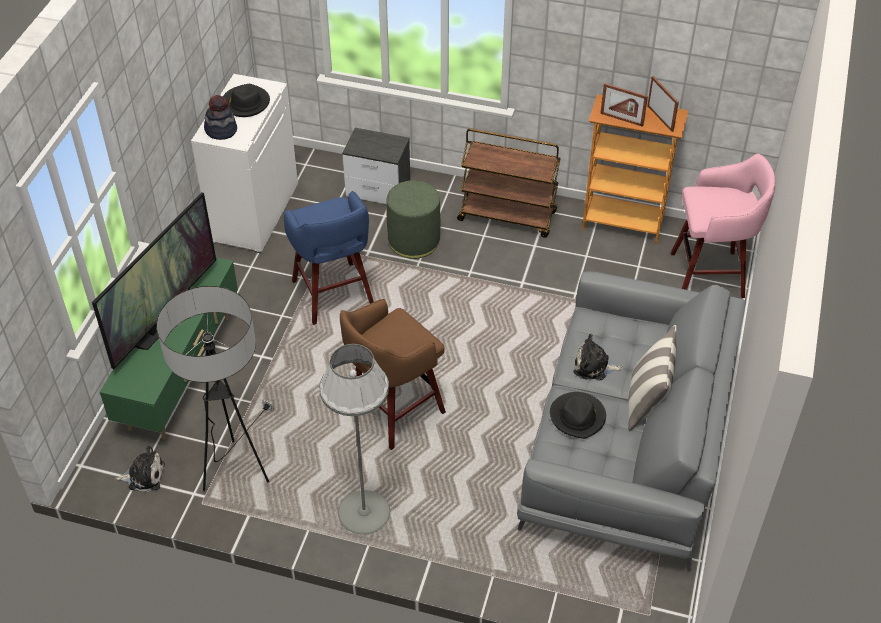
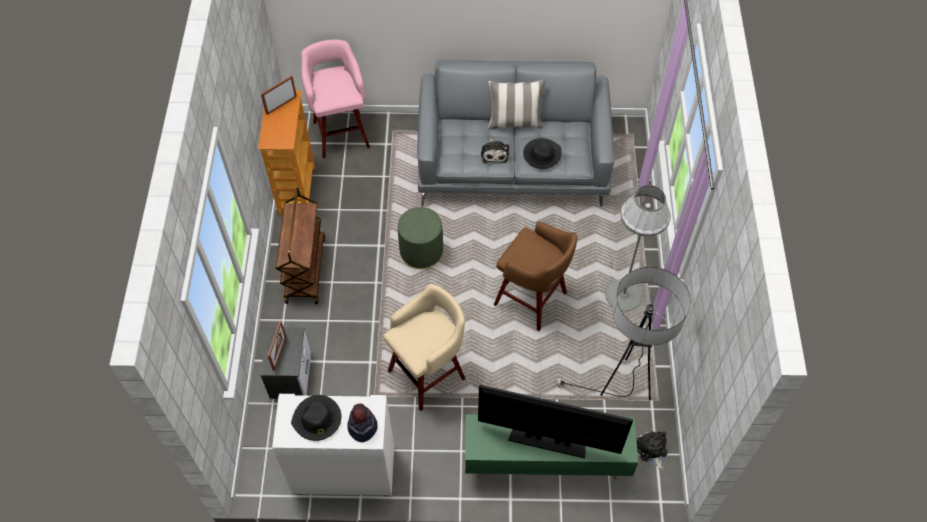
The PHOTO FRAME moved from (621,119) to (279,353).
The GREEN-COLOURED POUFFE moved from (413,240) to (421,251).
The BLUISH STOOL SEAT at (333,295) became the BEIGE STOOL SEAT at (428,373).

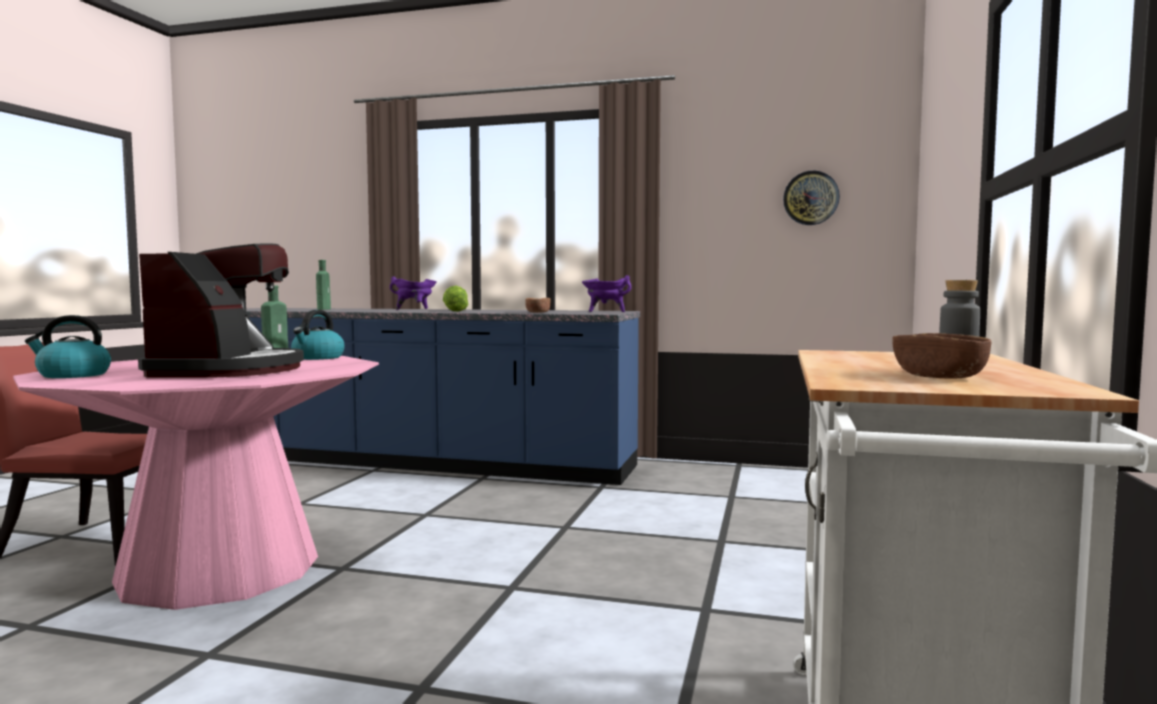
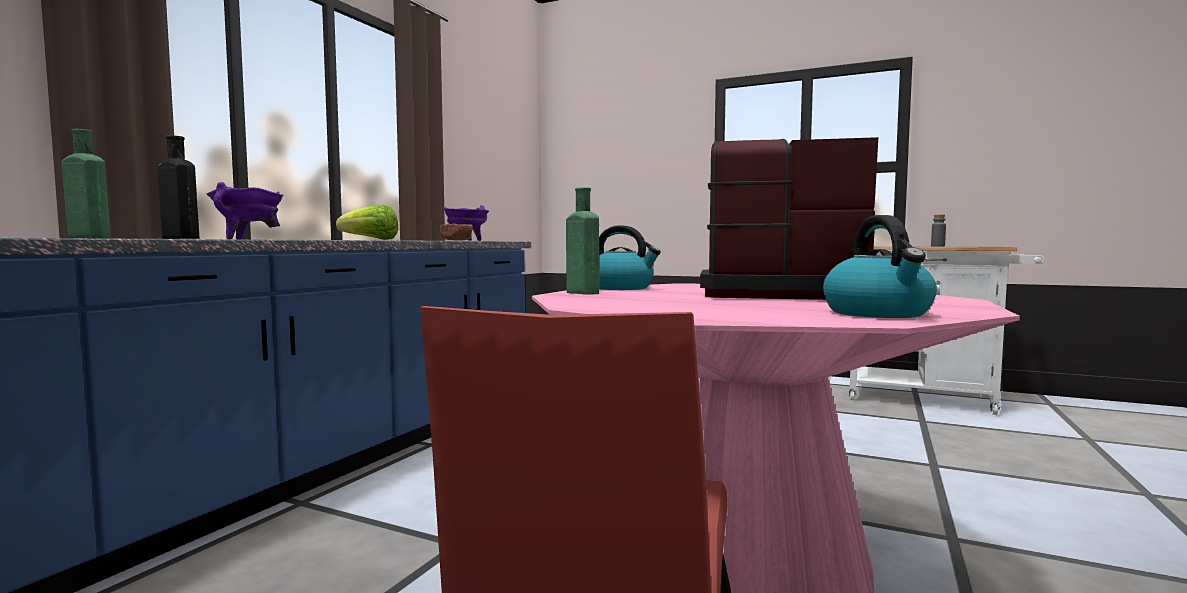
The CLOCK ON THE WALL at (811,198) disappeared.
The BROWN-COLOURED BOWL at (939,377) disappeared.
The BLACK-COLOURED DRINK BOTTLE at (179,238) appeared.

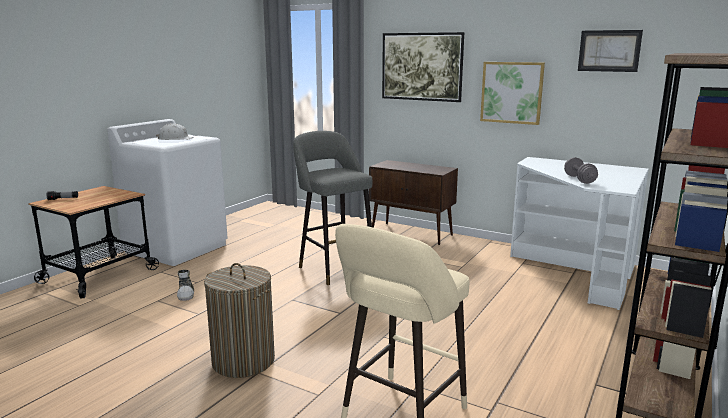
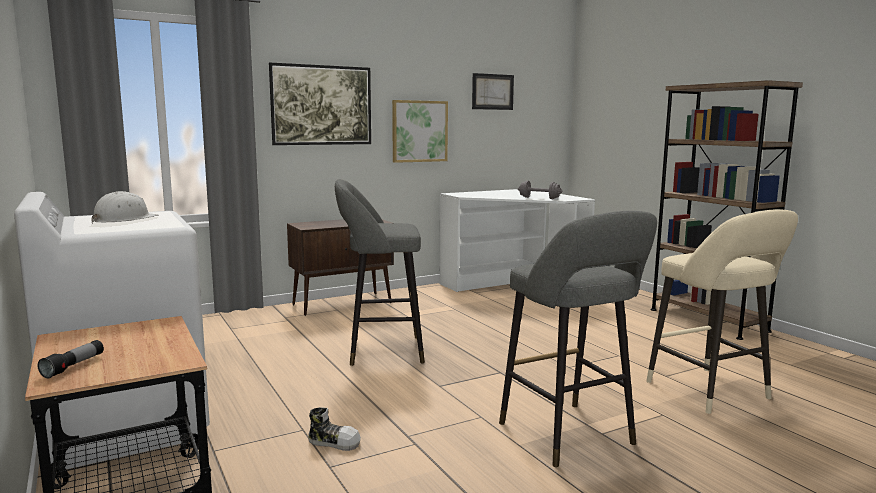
The HAMPER at (243,361) was replaced by the GRAY STOOL SEAT at (570,437).

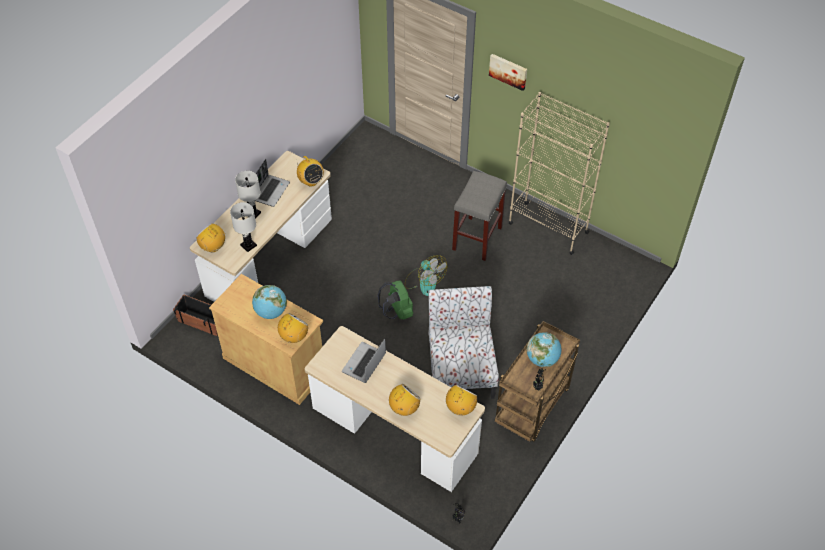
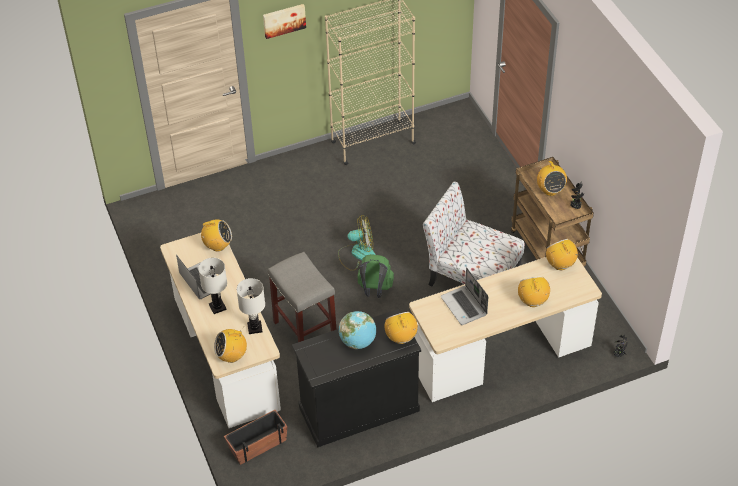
The GRAY STOOL SEAT moved from (477,239) to (306,331).
The BEIGE STORAGE CABINET at (275,364) became the BLACK-COLOURED STORAGE CABINET at (358,409).
The GLOBE at (542,359) was replaced by the RADIO at (550,190).

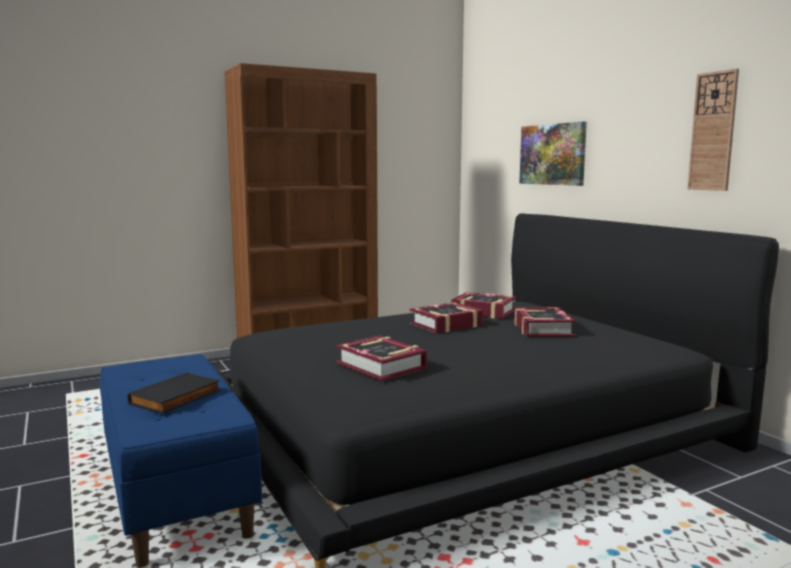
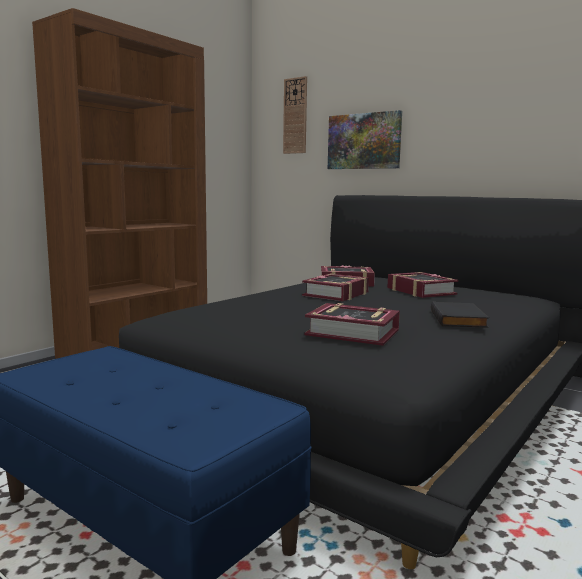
The CLOCK ON THE WALL moved from (713,131) to (295,116).
The BLACK-COLOURED VOLUME moved from (176,398) to (459,319).

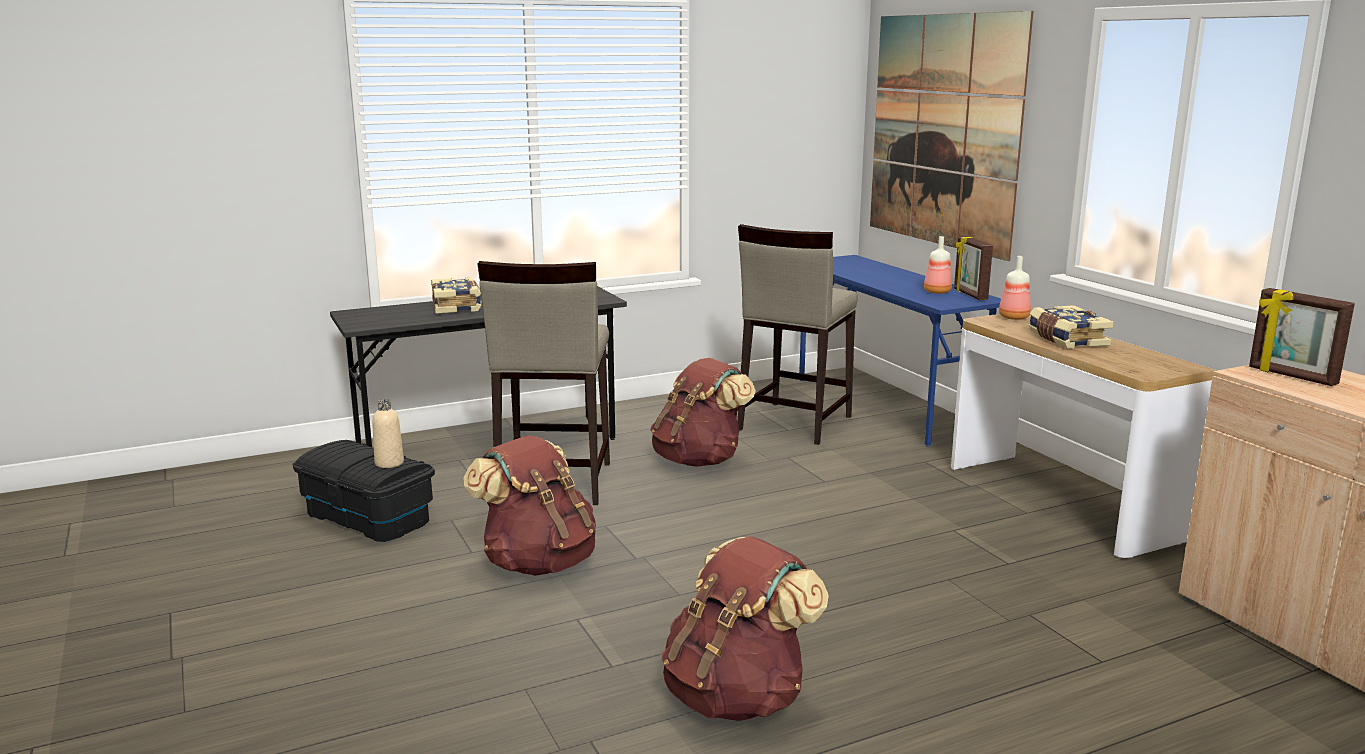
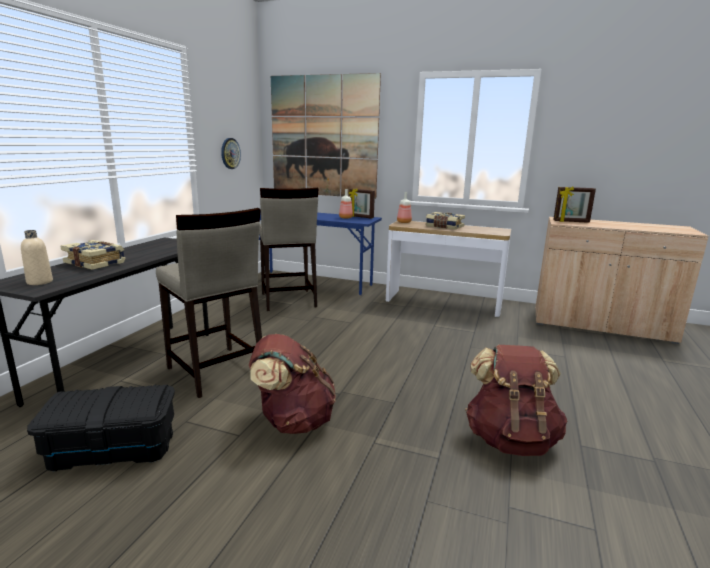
The BROWN-COLOURED BACKPACK at (699,460) disappeared.
The BEIGE DRINK BOTTLE moved from (389,463) to (40,282).
The CLOCK ON THE WALL at (230,153) appeared.

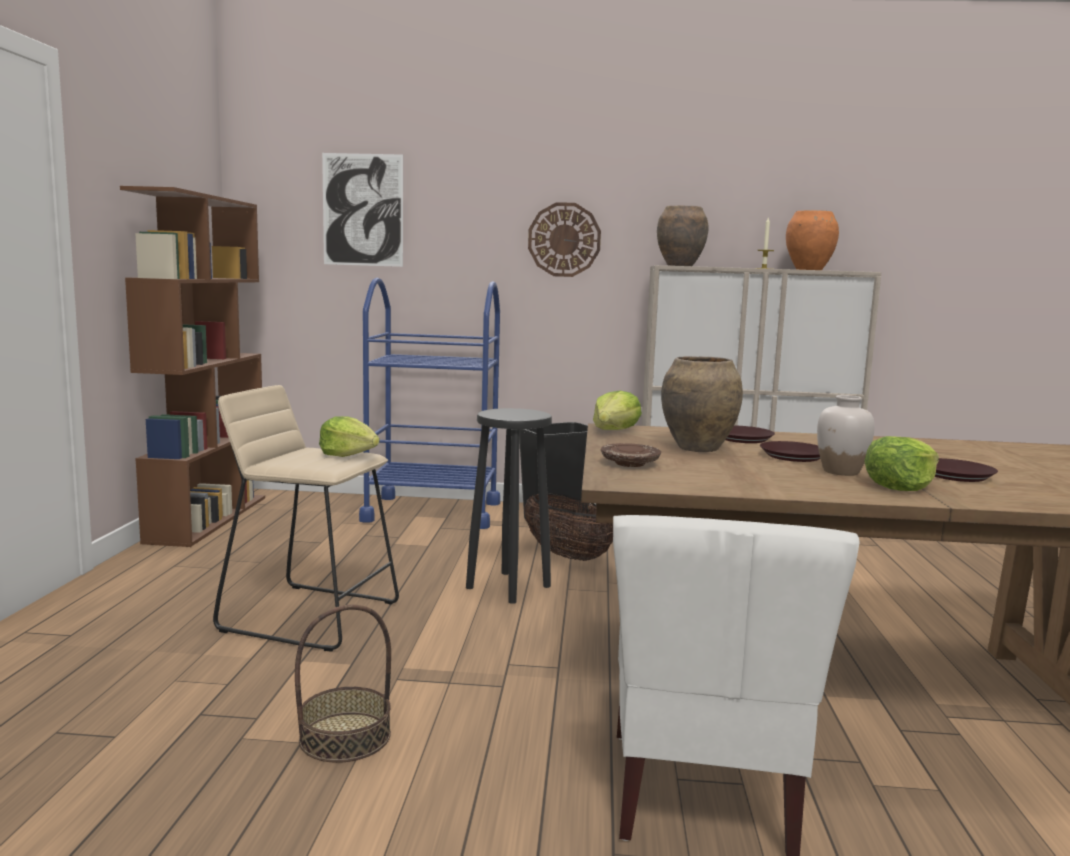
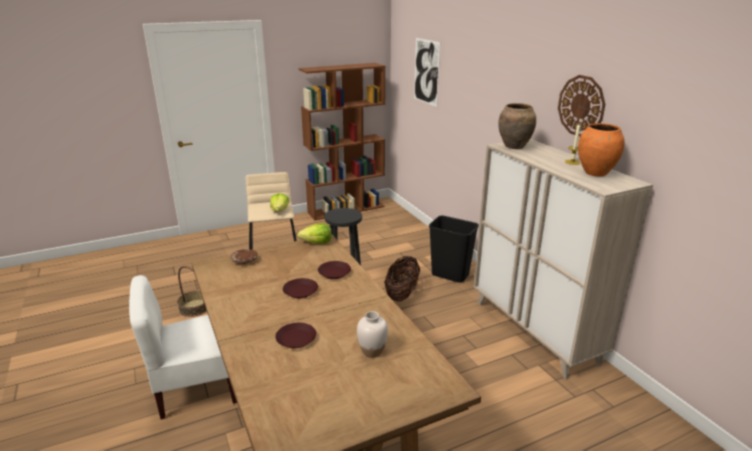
The CLOCK ON THE WALL moved from (564,240) to (581,106).
The BLUISH WHEELED CART at (432,512) disappeared.
The BROWN-COLOURED FLOWER VASE at (698,448) disappeared.
The WHITISH FLOWER VASE moved from (840,472) to (372,351).
The HEAD OF LETTUCE at (900,486) disappeared.

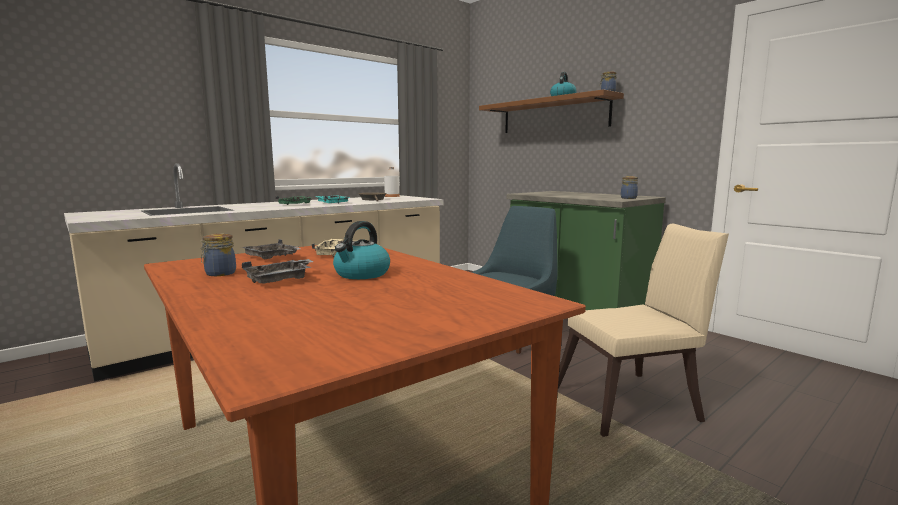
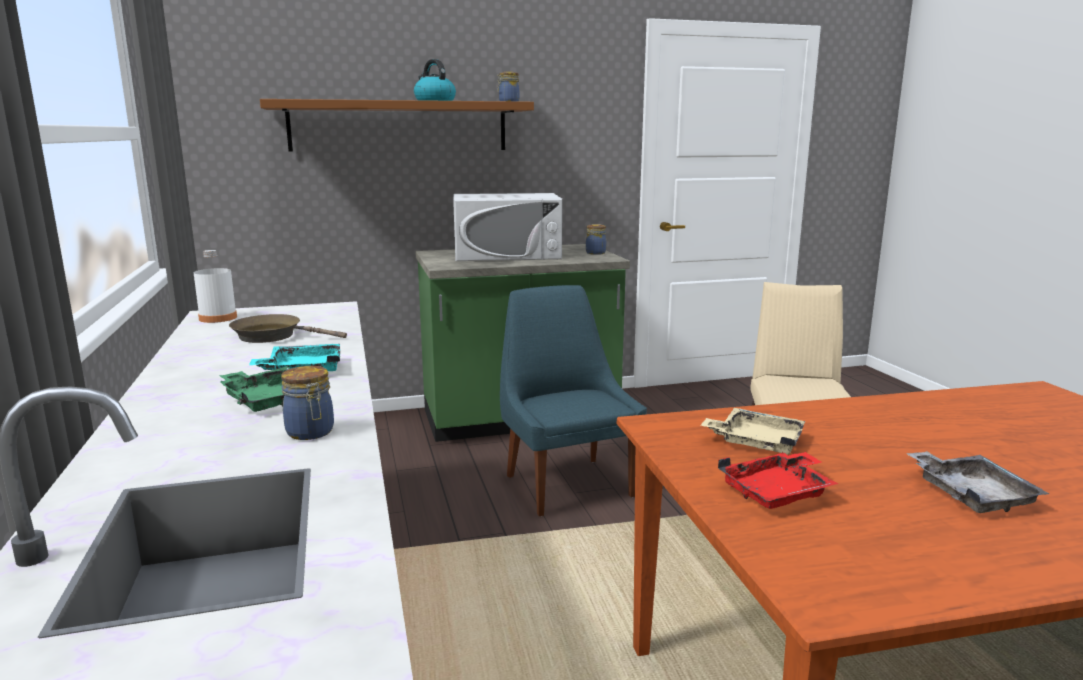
The TEA KETTLE at (361,274) disappeared.
The PRESERVE JAR moved from (219,274) to (310,433).
The GRAY SERVING TRAY at (272,257) became the RED SERVING TRAY at (778,493).
The WHITISH MICROWAVE at (507,254) appeared.

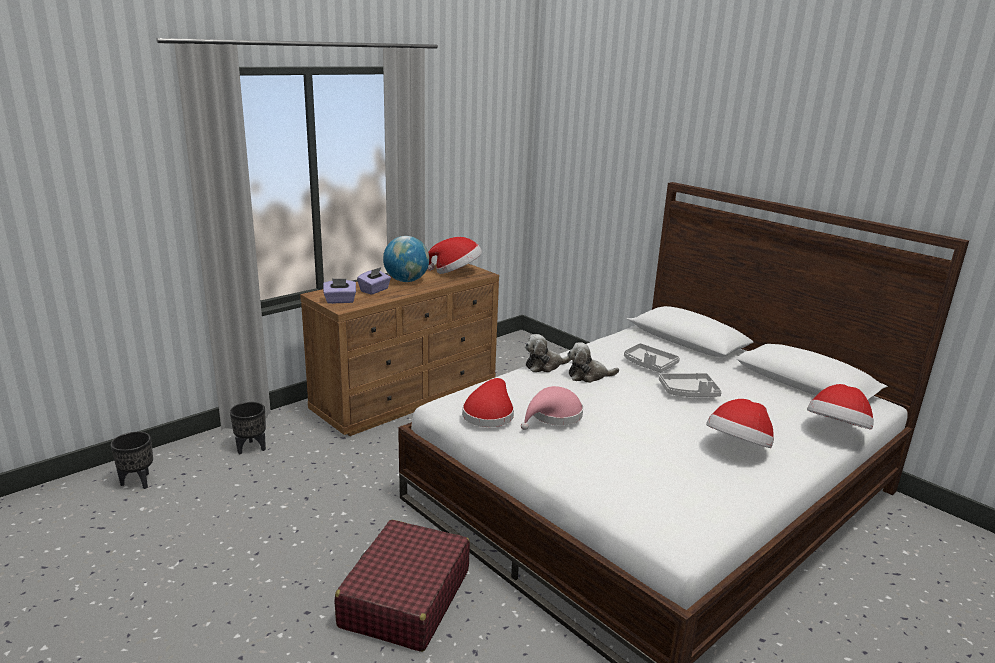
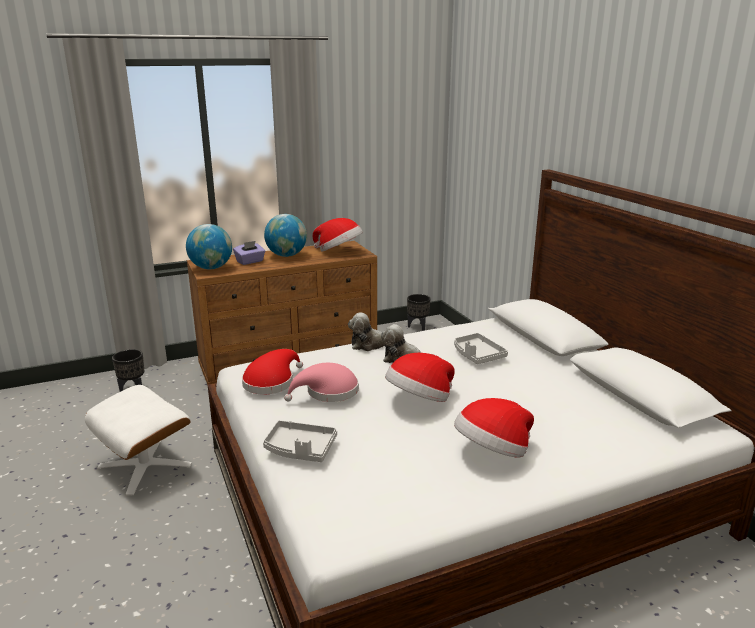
The PURPLISH TISSUE BOX at (340,301) was replaced by the GLOBE at (211,268).
The GRAY SERVING TRAY moved from (688,392) to (300,449).
The WEARABLE HAT moved from (836,431) to (419,400).
The BLACK-COLOURED FLOWER POT moved from (137,482) to (417,326).
The RED SUITCASE at (405,598) disappeared.
The WHITISH POUFFE at (145,466) appeared.

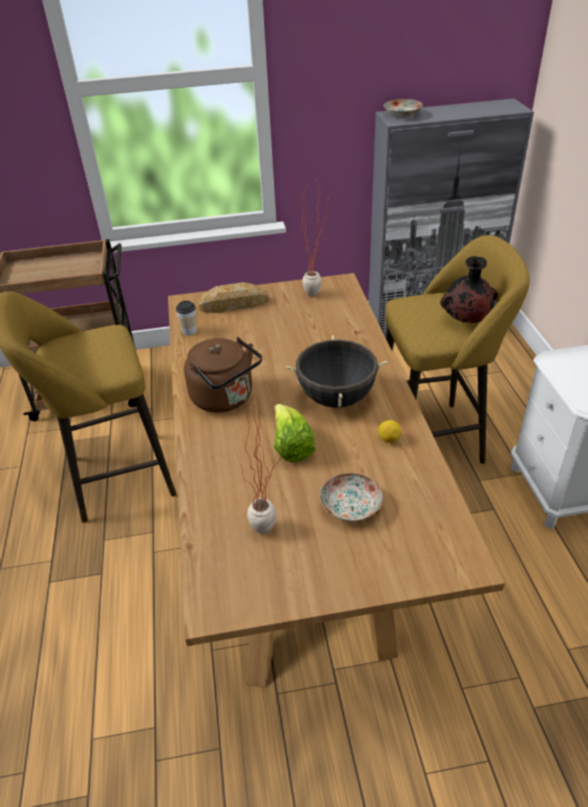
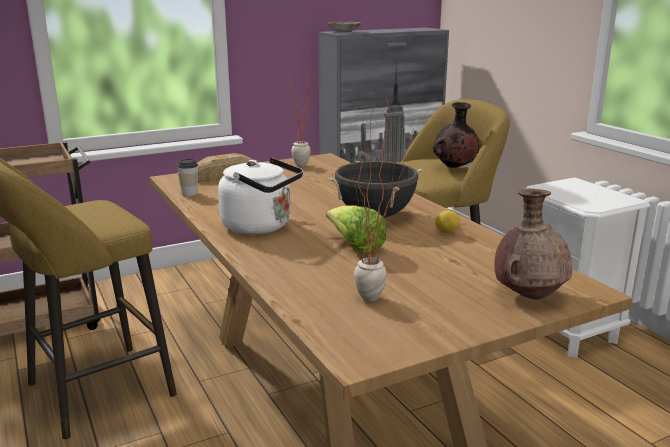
The BROWN-COLOURED TEA KETTLE at (225,398) became the WHITISH TEA KETTLE at (261,227).
The PLATE at (351,506) disappeared.
The BROWN-COLOURED FLOWER VASE at (529,296) appeared.

